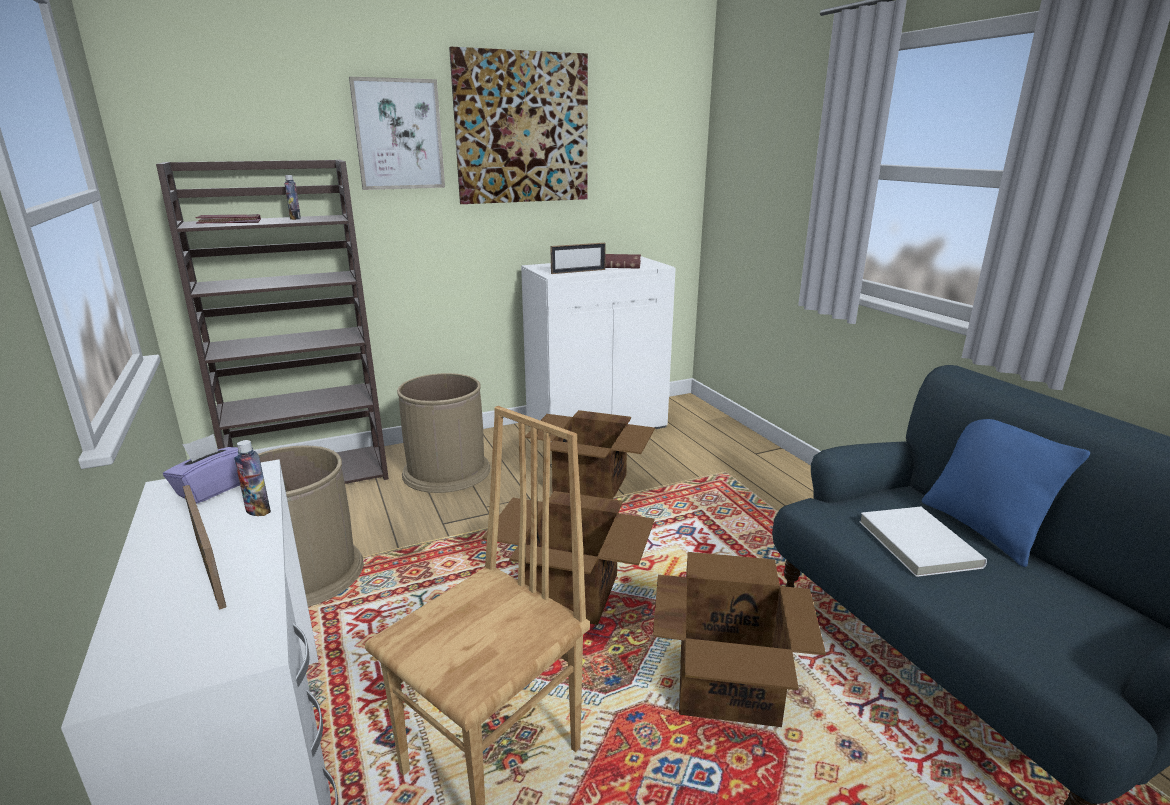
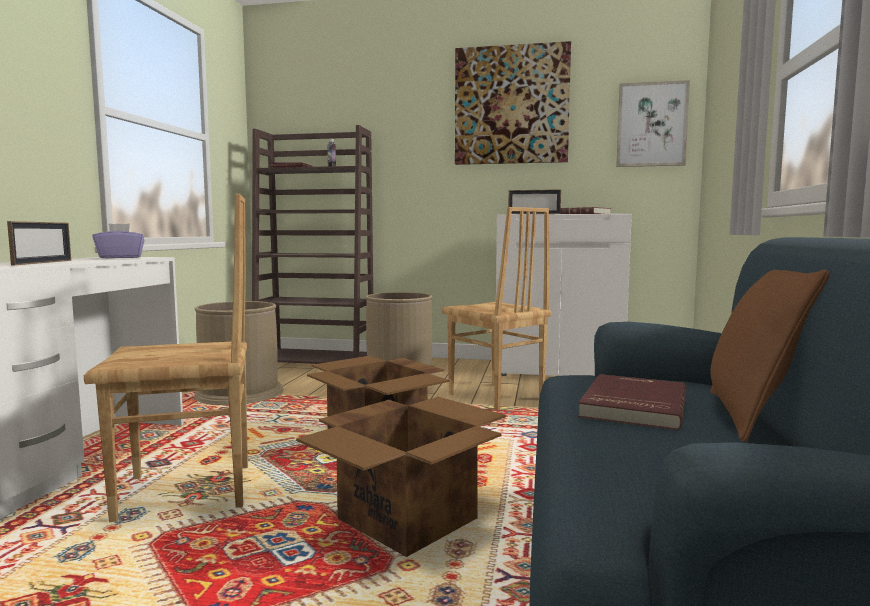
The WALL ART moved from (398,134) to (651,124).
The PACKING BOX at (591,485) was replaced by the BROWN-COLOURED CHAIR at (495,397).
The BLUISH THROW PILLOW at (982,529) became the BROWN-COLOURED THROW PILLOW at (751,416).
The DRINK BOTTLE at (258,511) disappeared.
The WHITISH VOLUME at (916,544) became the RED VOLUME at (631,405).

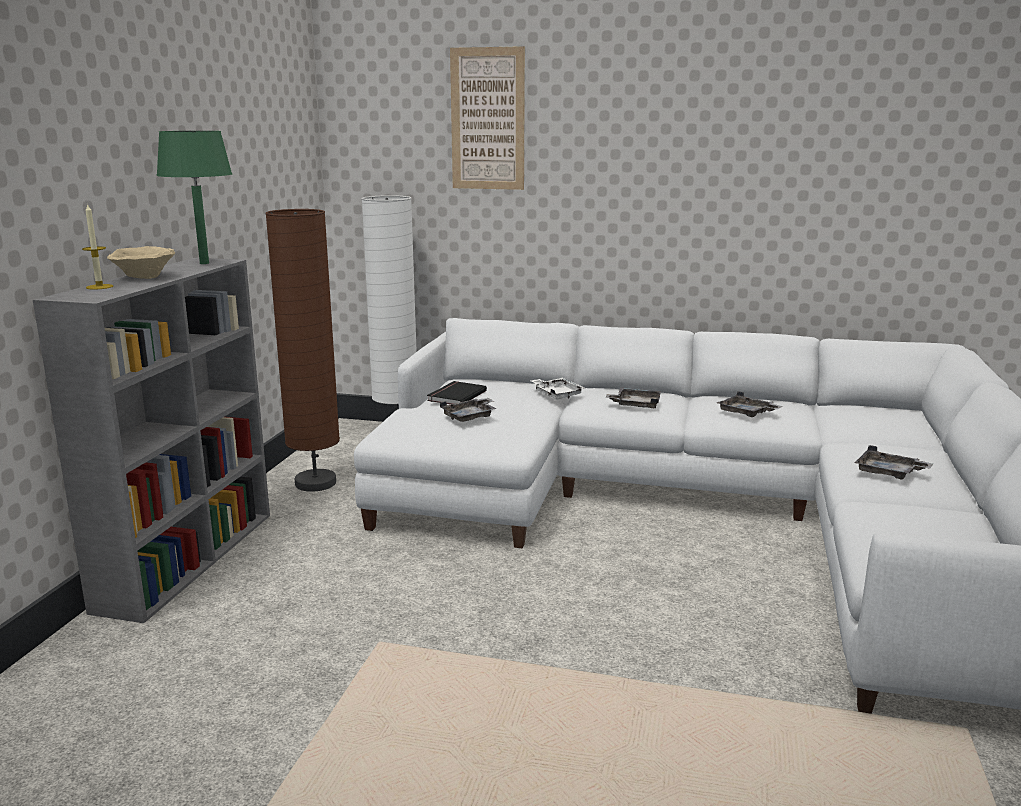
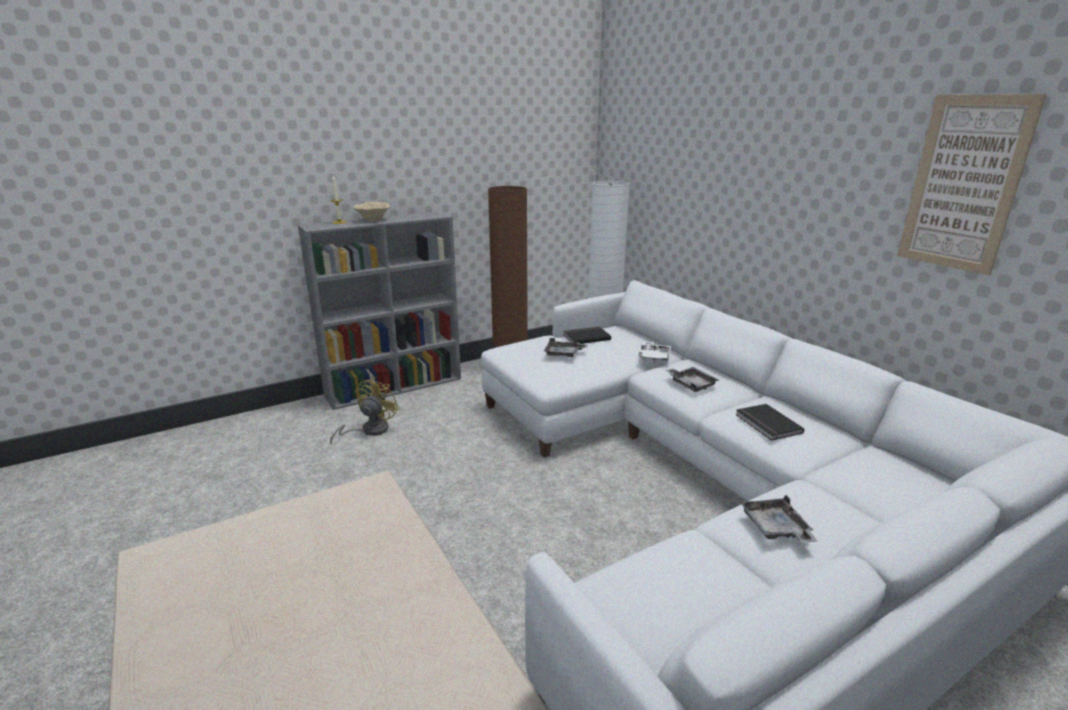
The WALL ART moved from (487,119) to (964,184).
The GREEN-COLOURED TABLE LAMP at (204,263) disappeared.
The GRAY SERVING TRAY at (746,413) was replaced by the BLACK-COLOURED VOLUME at (766,424).
The YELLOW COOLING FAN at (369,431) appeared.

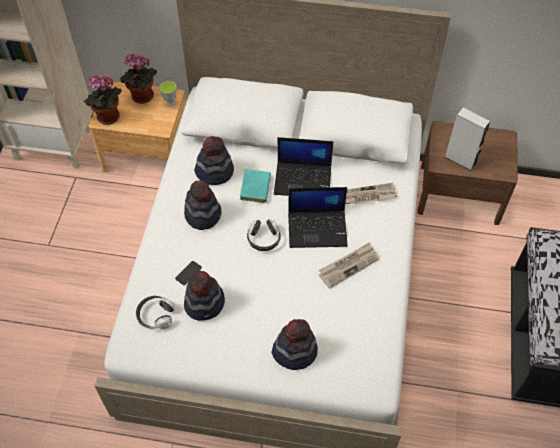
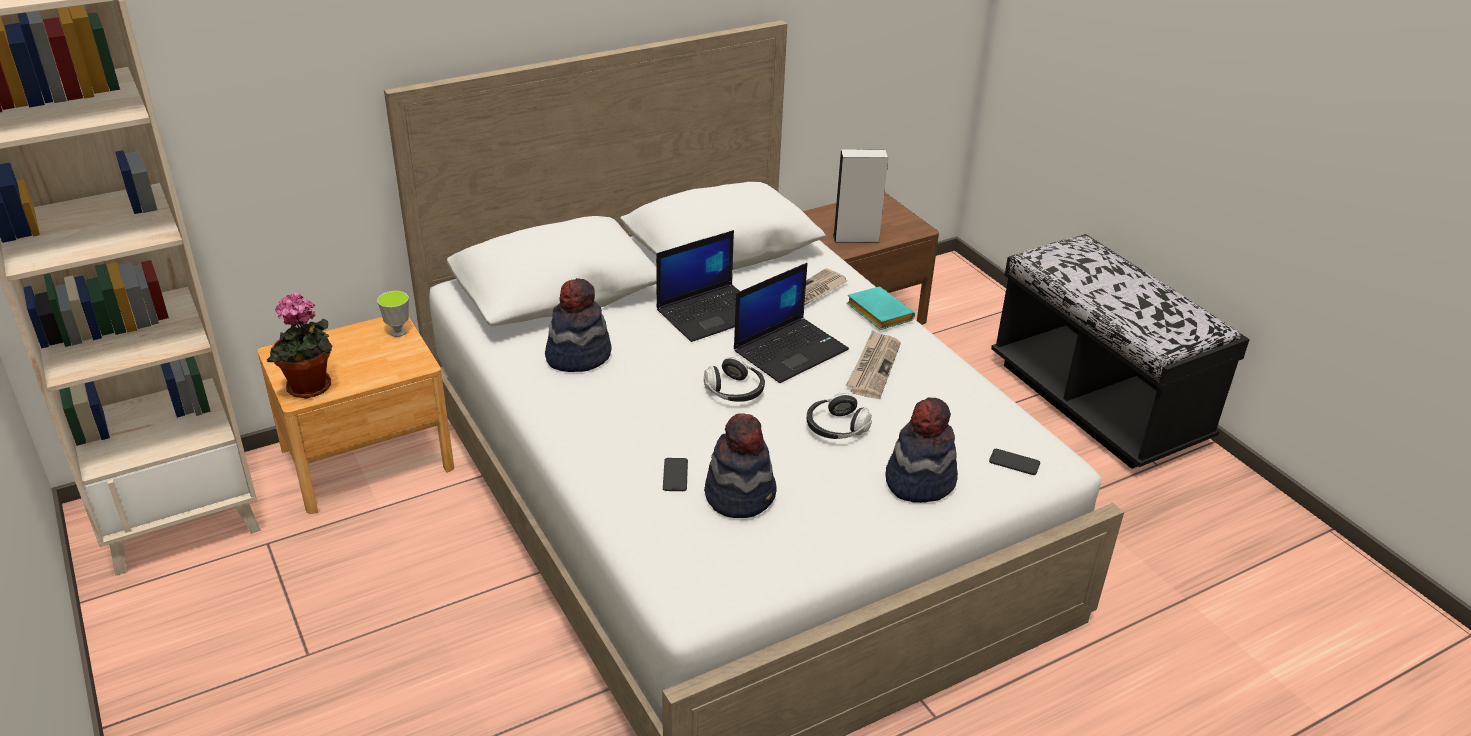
The PLANT IN A POT at (142,98) disappeared.
The BLUE-GREEN VOLUME moved from (254,187) to (877,313).
The WEARABLE HAT at (203,214) disappeared.
The PAIR OF HEADPHONES moved from (155,315) to (836,428).
The HANDSET at (1014,462) appeared.

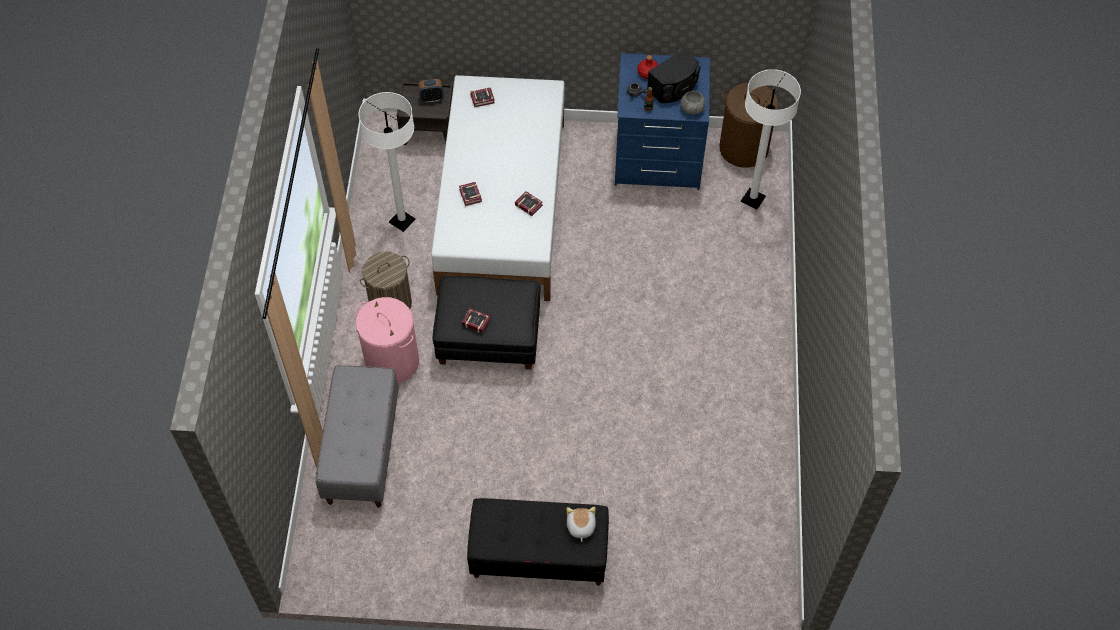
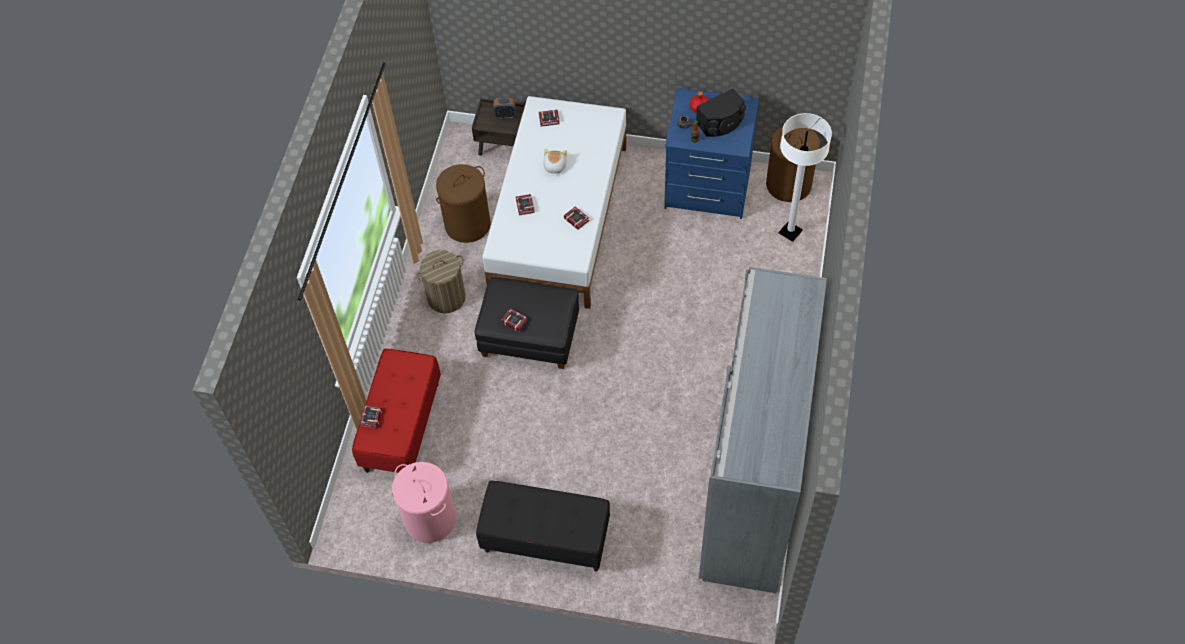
The GRAY BOWL at (692,108) disappeared.
The WHITISH STANDARD LAMP at (402,221) was replaced by the BROWN-COLOURED HAMPER at (467,224).
The PINK-COLOURED HAMPER moved from (392,362) to (430,519).
The GRAY INDOOR BENCH at (362,450) became the RED INDOOR BENCH at (402,426).
The CUDDLY TOY moved from (580,526) to (554,166).
The GRAY WARDROBE at (752,488) appeared.
The VOLUME at (370,418) appeared.

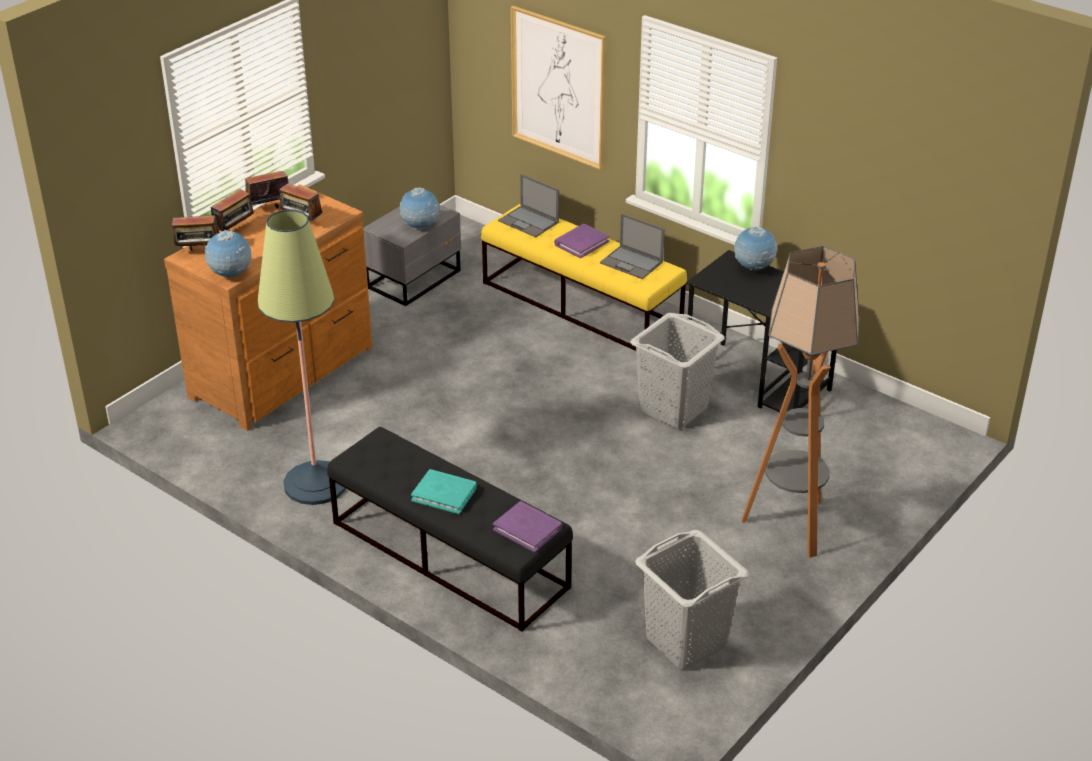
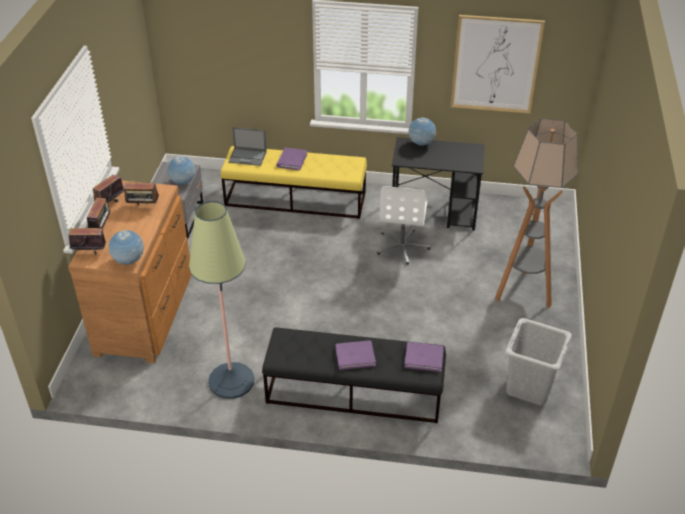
The WALL ART moved from (558,87) to (495,64).
The NOTEBOOK COMPUTER at (632,263) disappeared.
The RADIO at (198,252) turned 150 degrees counterclockwise.
The GRAY HAMPER at (672,409) was replaced by the WHITISH DESK CHAIR at (402,246).
The BLUE-GREEN VOLUME at (444,494) became the PURPLISH VOLUME at (355,356).

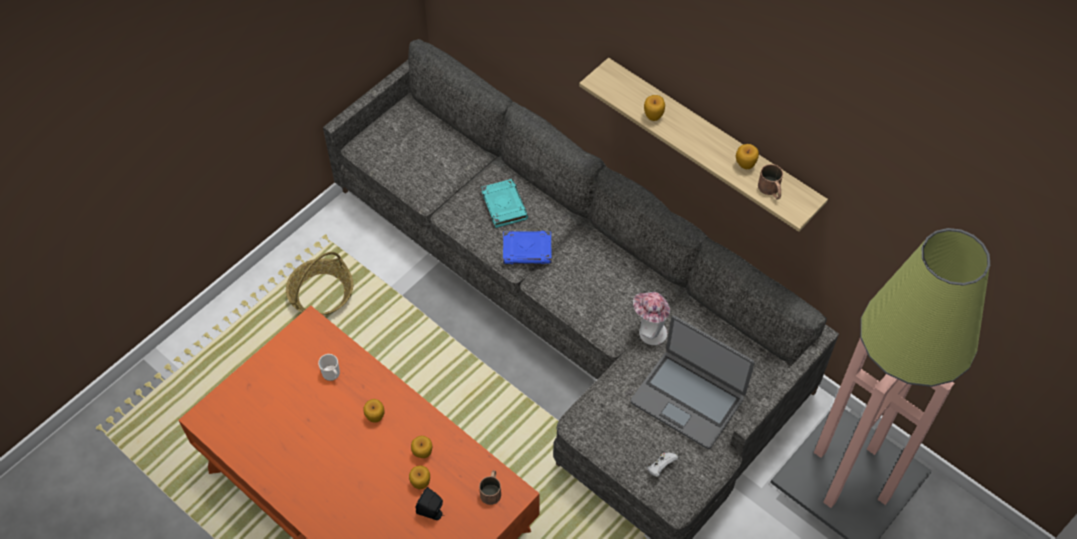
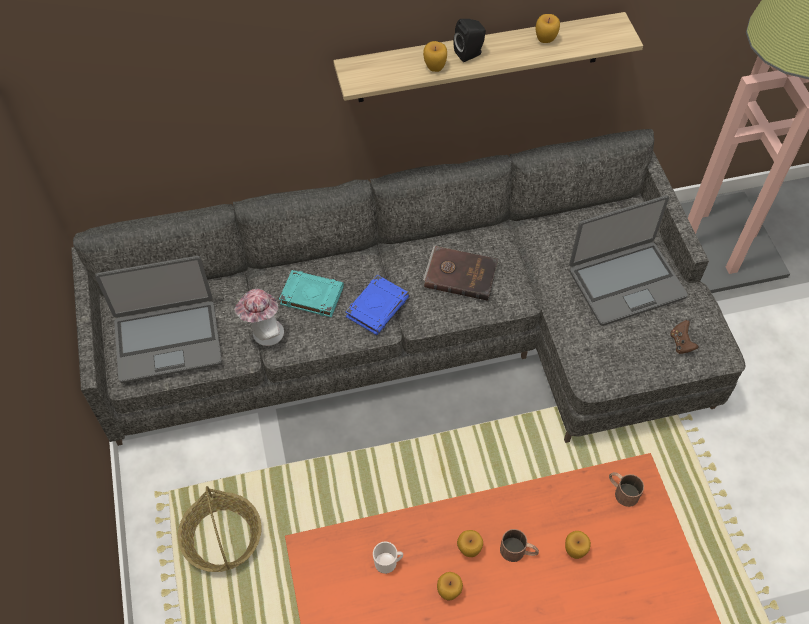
The BROWN-COLOURED MUG moved from (771,190) to (518,551).
The WEARABLE HAT moved from (649,331) to (264,334).
The APPLE FRUIT moved from (422,453) to (448,591).
The WHITISH JOYPAD at (660,467) became the BROWN-COLOURED JOYPAD at (681,343).
The BLACK-COLOURED AUDIO SPEAKER moved from (432,512) to (470,53).
The BROWN-COLOURED VOLUME at (460,274) appeared.
The NOTEBOOK COMPUTER at (168,340) appeared.

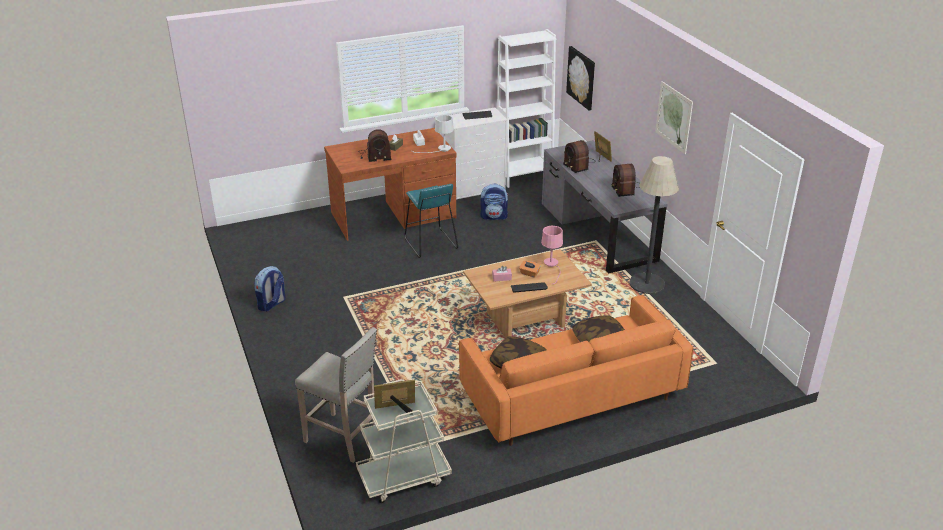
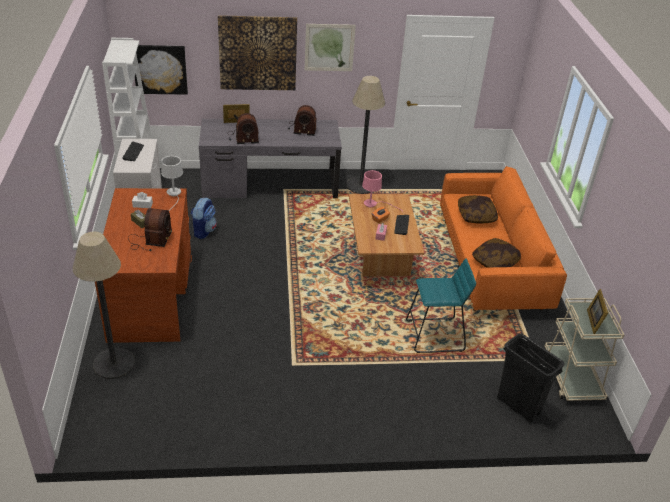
The BLUE-GREEN STOOL SEAT moved from (430,243) to (435,335).
The BACKPACK at (271,304) disappeared.
The BEIGE STOOL SEAT at (343,438) was replaced by the BLACK-COLOURED RUBBISH BIN at (518,406).
The WALL ART at (257,53) appeared.
The STANDARD LAMP at (114,363) appeared.

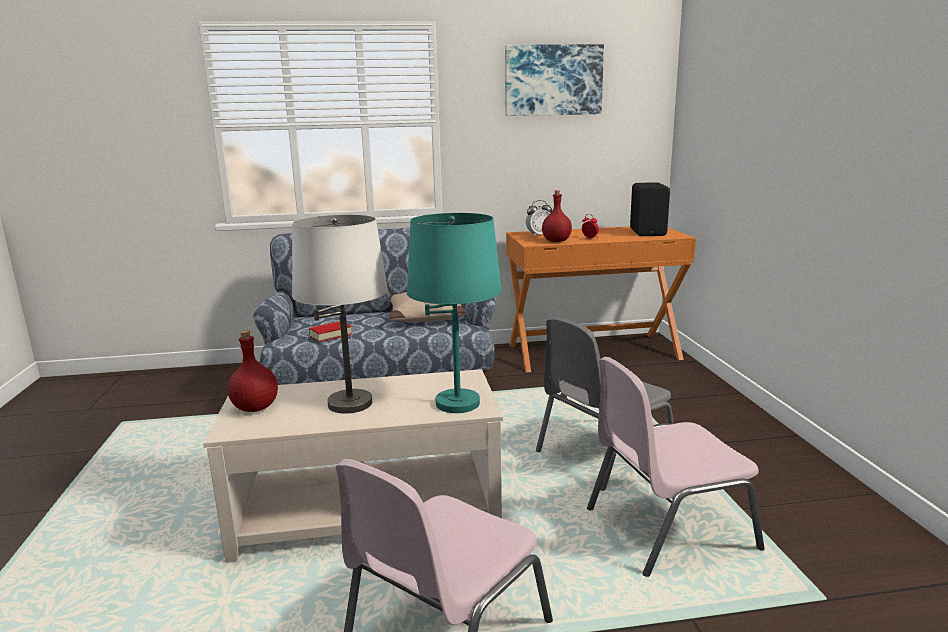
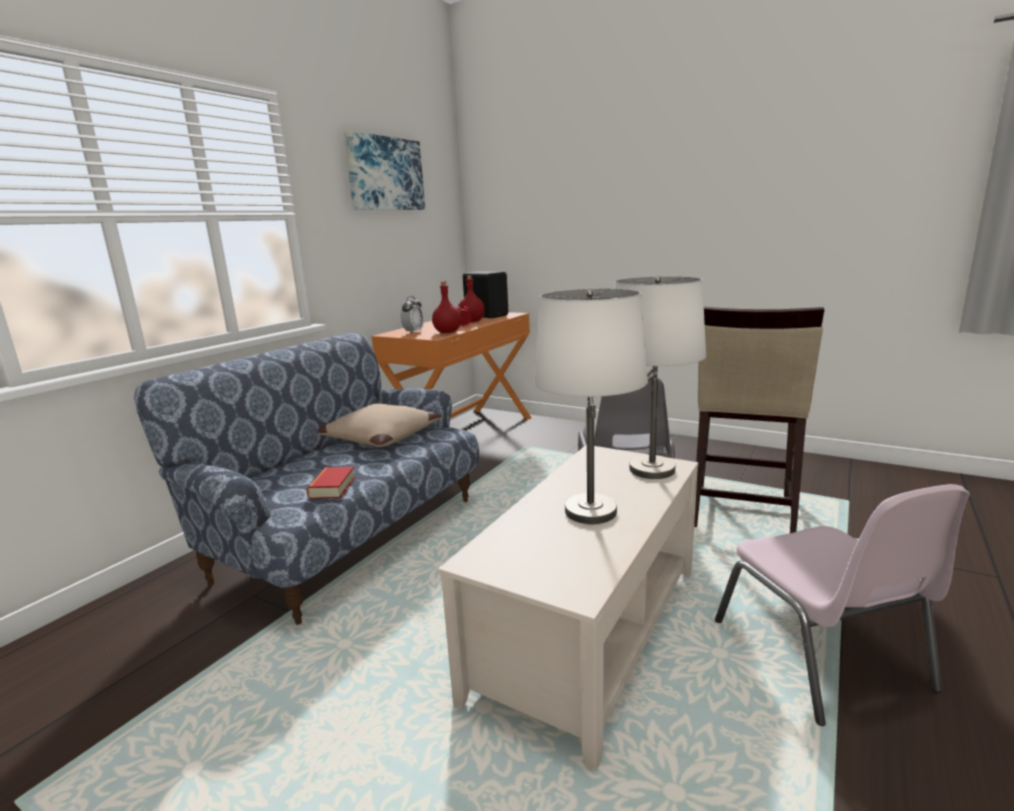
The BLUE-GREEN TABLE LAMP at (457,403) became the WHITISH TABLE LAMP at (651,469).
The RED DRINK BOTTLE moved from (254,408) to (472,321).
The PINK-COLOURED CHAIR at (666,528) was replaced by the BEIGE STOOL SEAT at (740,512).

